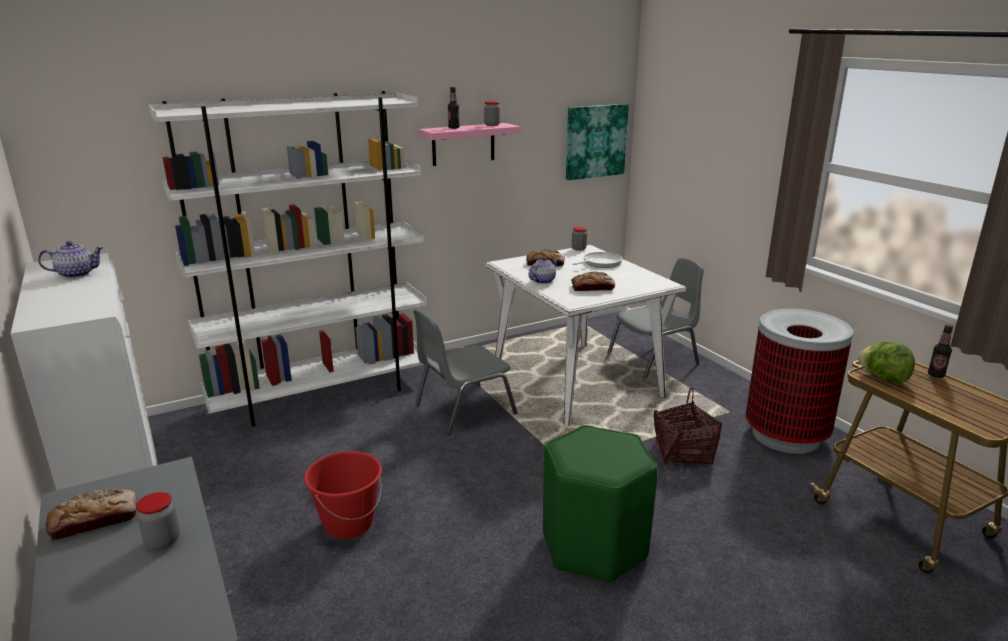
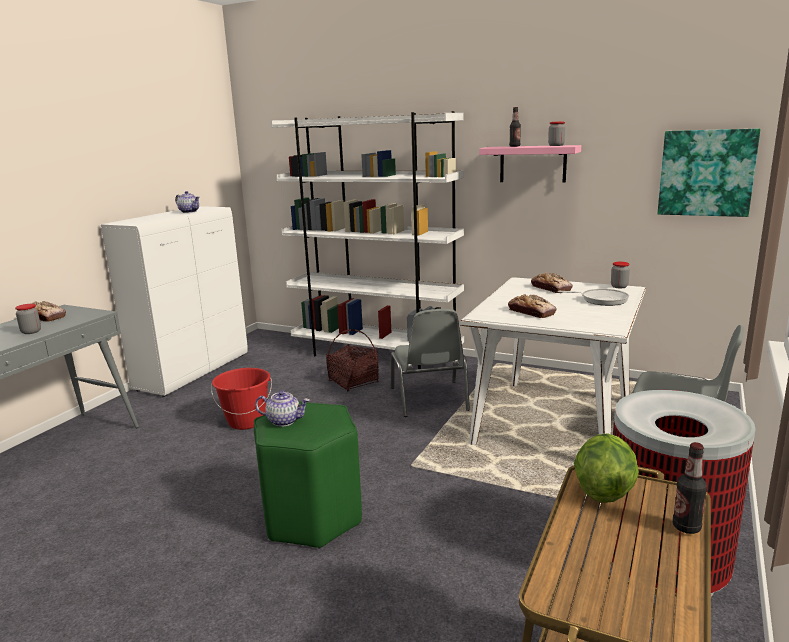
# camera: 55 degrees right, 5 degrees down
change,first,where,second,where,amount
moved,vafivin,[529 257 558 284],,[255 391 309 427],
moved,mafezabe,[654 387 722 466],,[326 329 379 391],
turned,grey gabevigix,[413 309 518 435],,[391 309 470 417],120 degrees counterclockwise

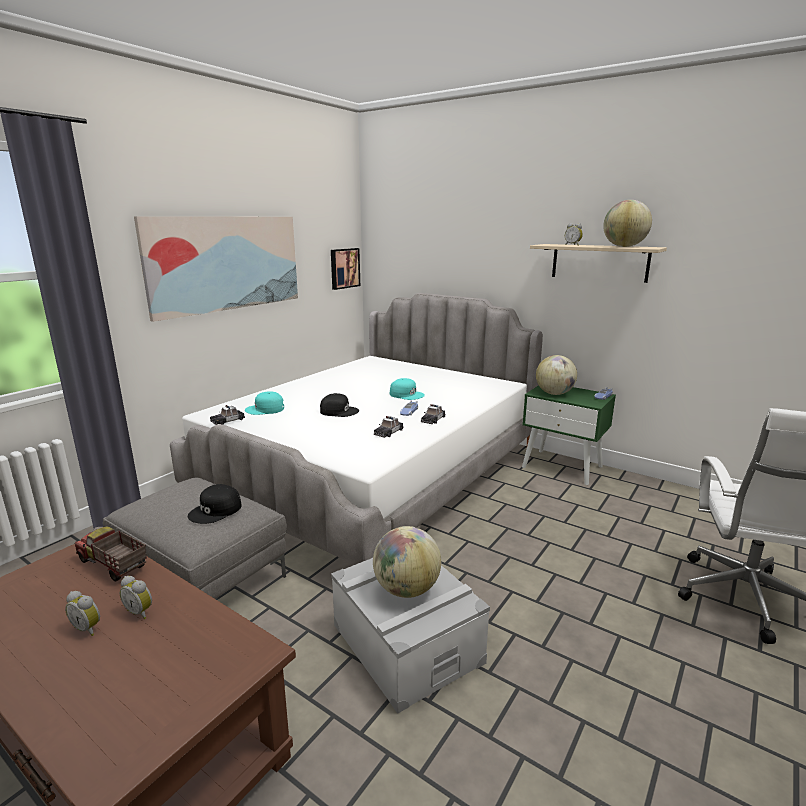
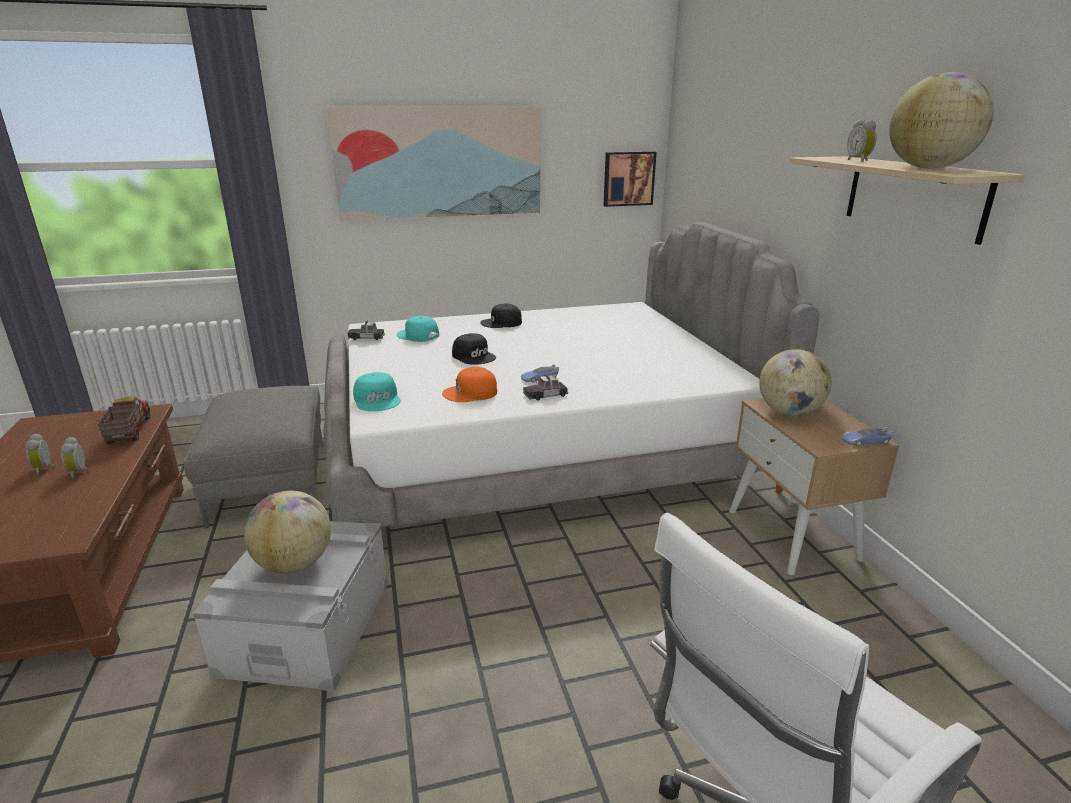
# camera: 40 degrees right, 5 degrees up
change,first,where,second,where,amount
moved,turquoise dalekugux,[390 378 425 400],,[353 372 401 411],
replaced,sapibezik,[374 416 403 438],orange dalekugux,[442 367 497 402],
moved,black dalekugux,[188 484 242 524],,[480 303 522 328],
recoloured,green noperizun,[522 385 616 485],beige noperizun,[729 398 900 575],

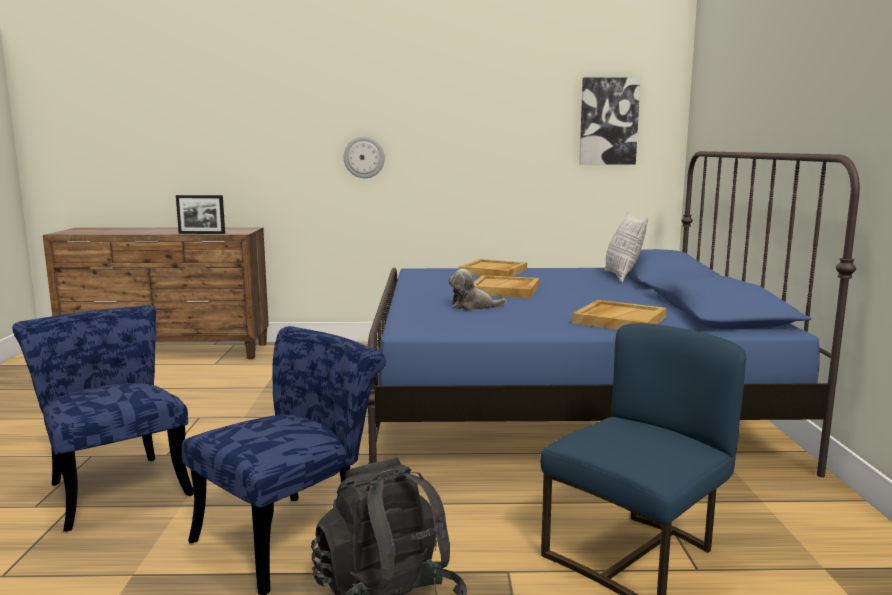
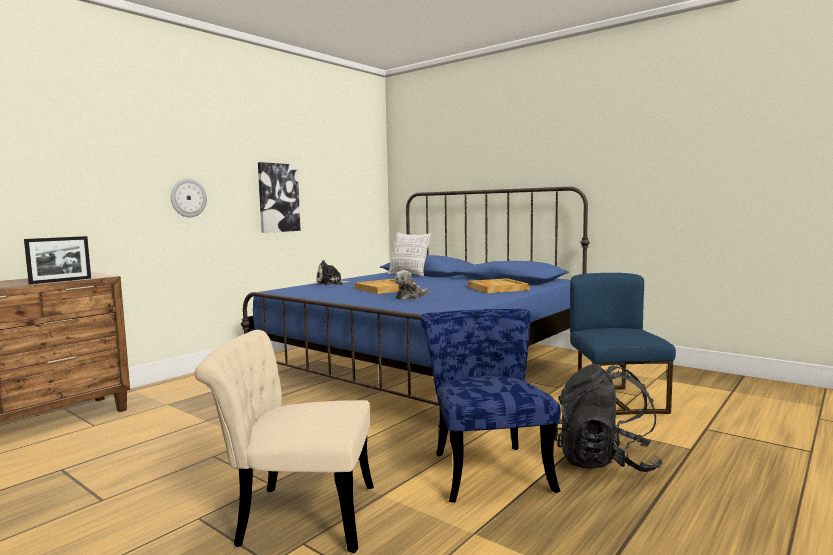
# camera: 50 degrees left, 5 degrees down
change,first,where,second,where,amount
recoloured,blue gabevigix,[12 305 194 532],beige gabevigix,[195 330 374 553],
moved,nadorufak,[579 77 640 164],,[258 162 301 233],
replaced,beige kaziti,[458 259 527 277],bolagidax,[316 260 351 285],

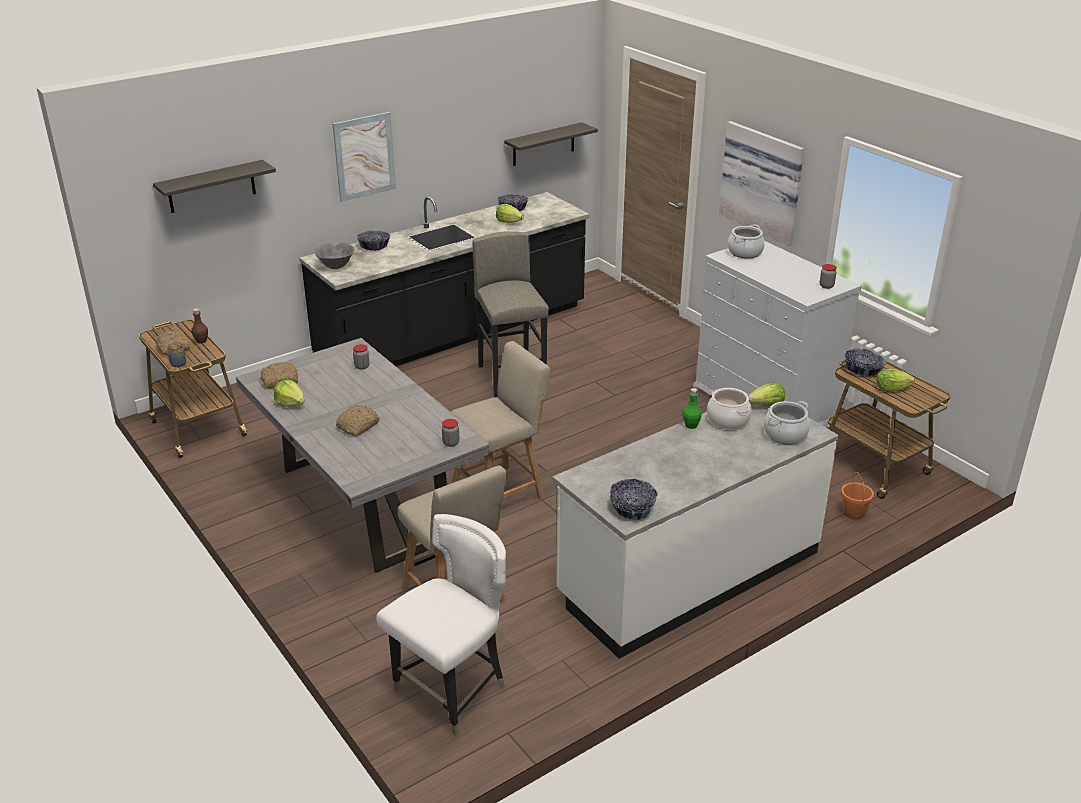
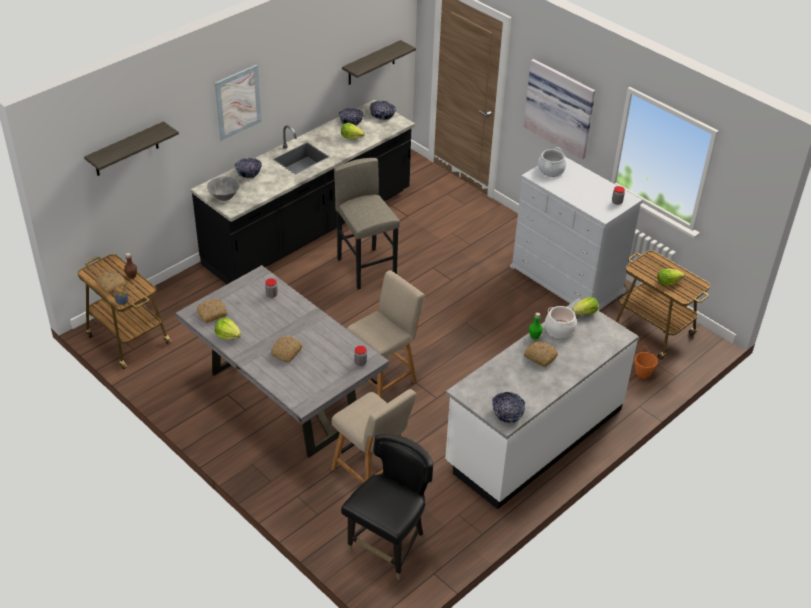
# camera: 10 degrees left, 10 degrees up
change,first,where,second,where,amount
recoloured,white gabevigix,[376 514 506 736],black gabevigix,[341 434 433 580],
moved,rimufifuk,[844 348 886 377],,[369 101 396 120],
added,,,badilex,[524 341 558 367],
removed,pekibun,[764 401 810 445],,,

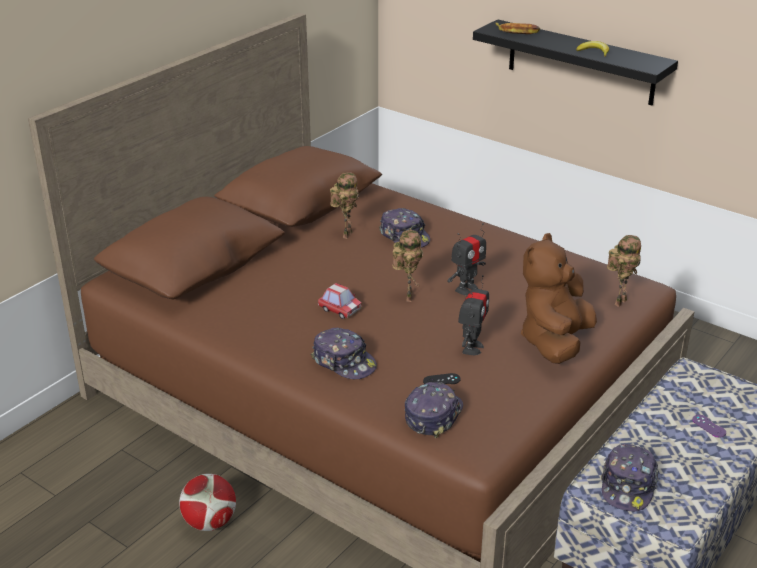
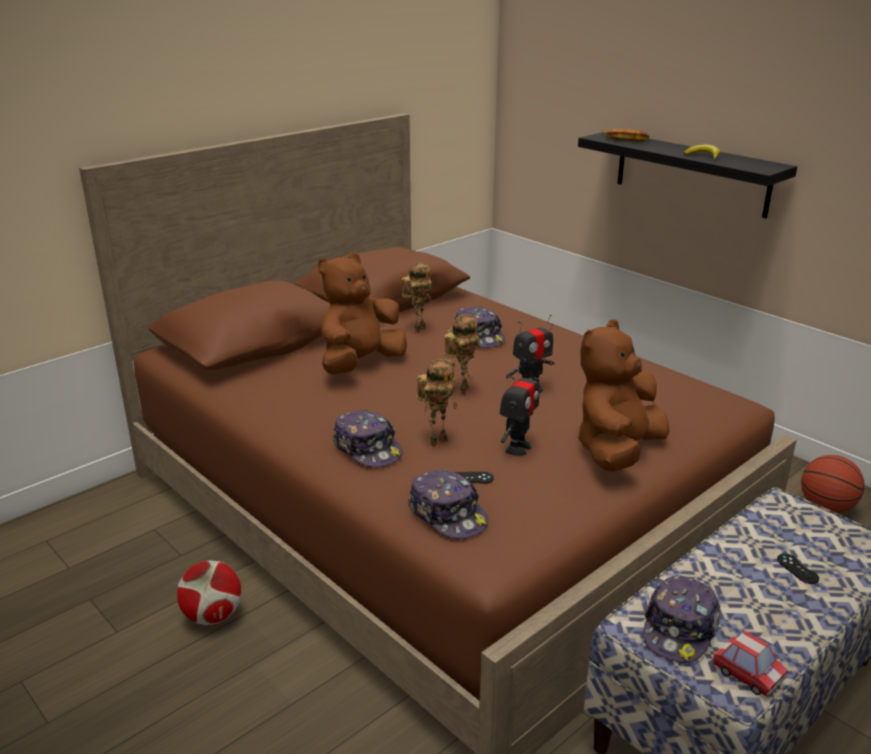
# camera: 10 degrees right, 5 degrees down
change,first,where,second,where,amount
added,,,brown bolagidax,[318 252 407 375],
turned,dalekugux,[404 382 463 438],,[408 469 488 539],105 degrees clockwise
moved,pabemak,[607 235 641 307],,[417 359 458 447],
moved,sapibezik,[318 283 362 319],,[712 631 787 697],
recoloured,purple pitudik,[692 415 726 437],black pitudik,[777 554 819 584],
added,,,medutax,[801 455 865 513],

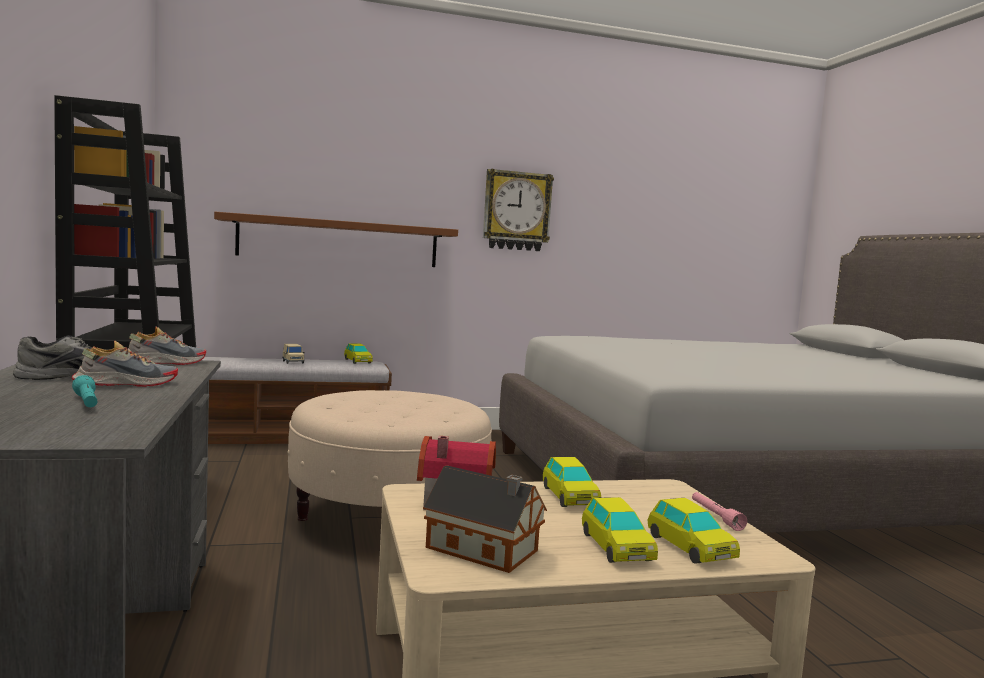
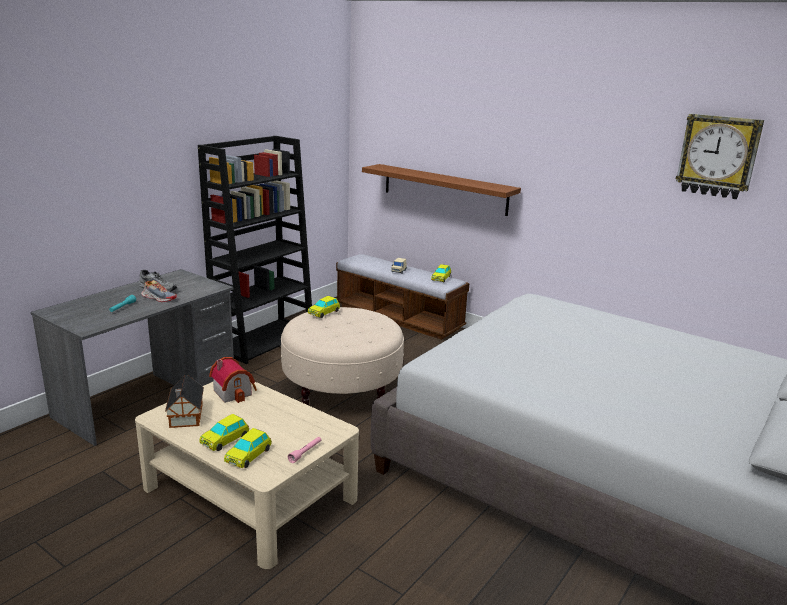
# camera: 50 degrees right, 15 degrees up
change,first,where,second,where,amount
moved,sapibezik,[543 457 601 507],,[308 296 340 318],
moved,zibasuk,[483 169 554 251],,[676 113 764 199],
removed,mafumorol,[128 327 206 365],,,

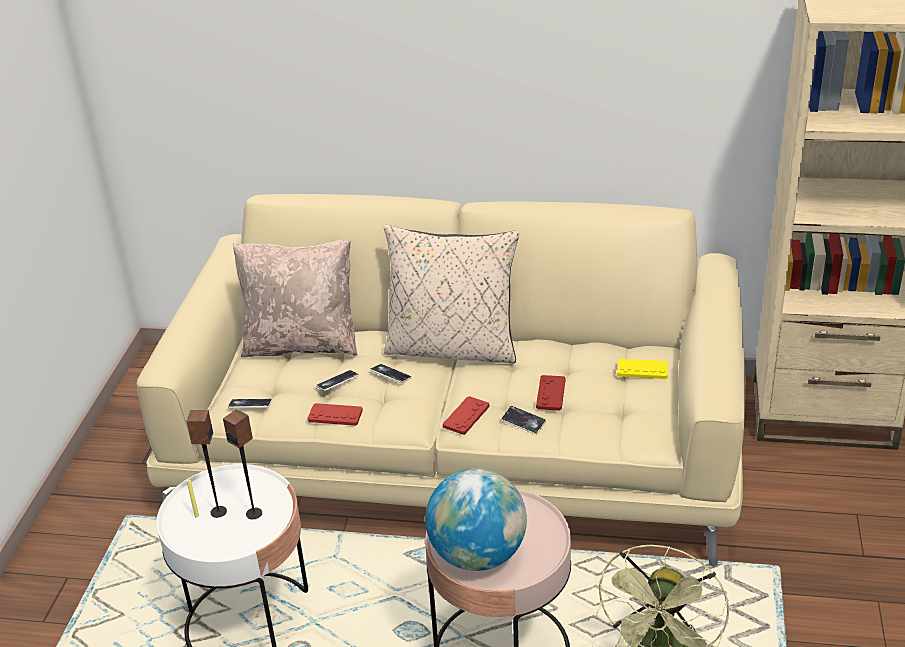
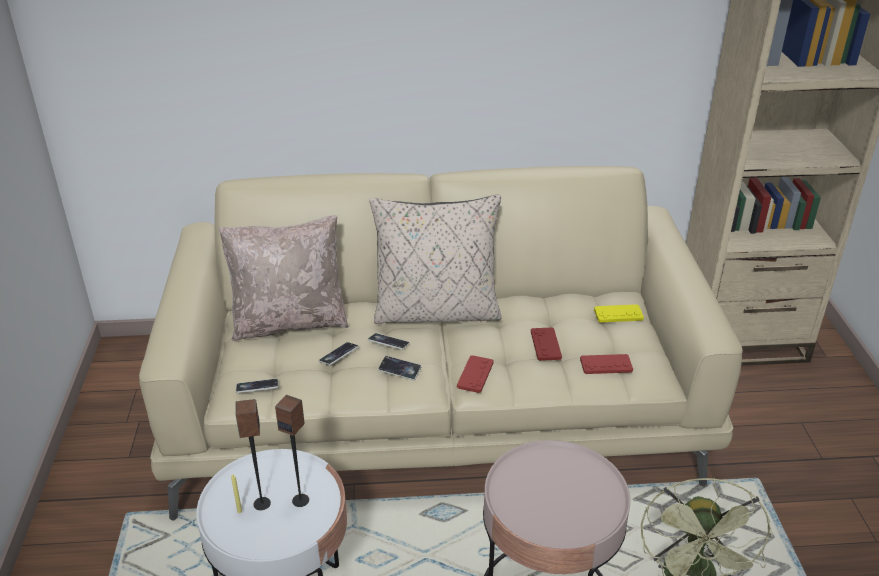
# camera: 15 degrees left, 0 degrees up
change,first,where,second,where,amount
moved,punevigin,[501 406 546 434],,[378 356 422 380],
moved,red pitudik,[307 403 363 426],,[580 354 633 374],
removed,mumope,[425 468 527 571],,,

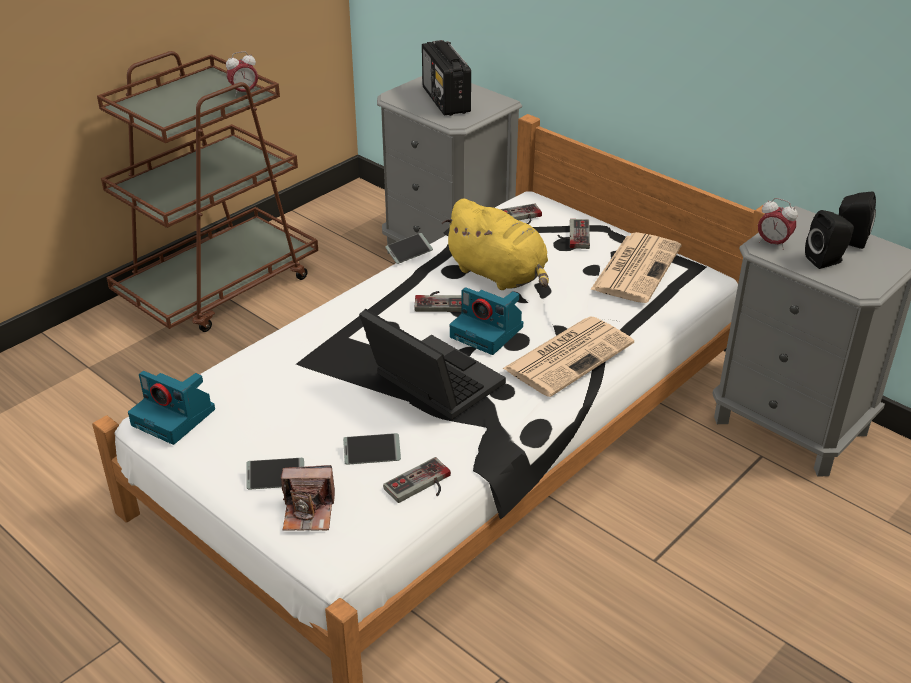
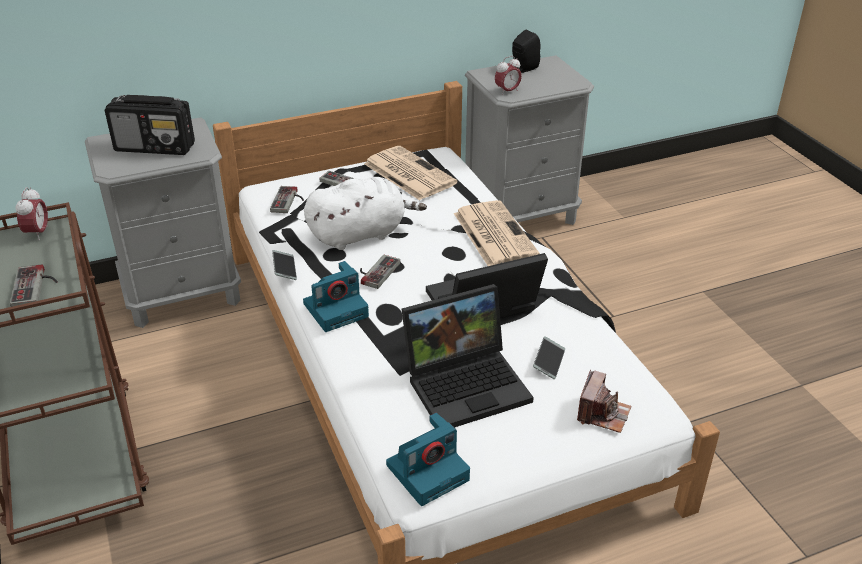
# camera: 65 degrees left, 0 degrees up
change,first,where,second,where,amount
moved,pitudik,[383 457 451 503],,[10 264 58 307],
moved,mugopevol,[450 287 523 355],,[303 261 369 332],
recoloured,yellow bolagidax,[442 199 549 290],white bolagidax,[304 177 427 250],
added,,,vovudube,[402 284 534 427],
removed,punevigin,[246 458 304 490],,,
removed,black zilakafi,[805 210 854 269],,,

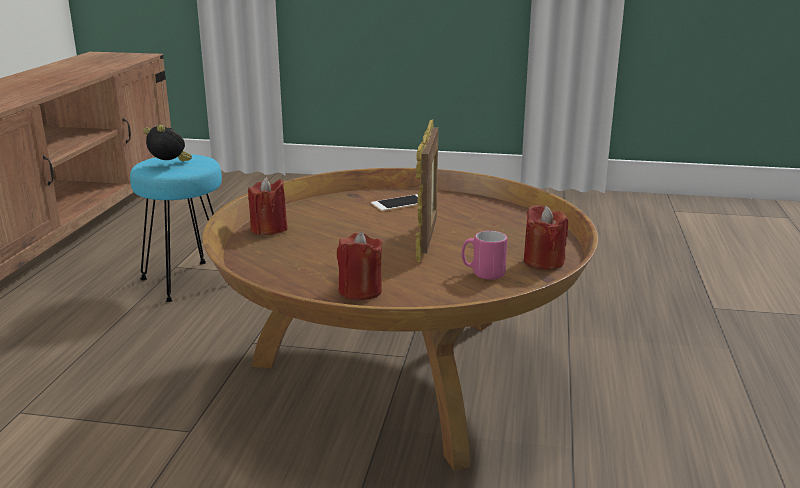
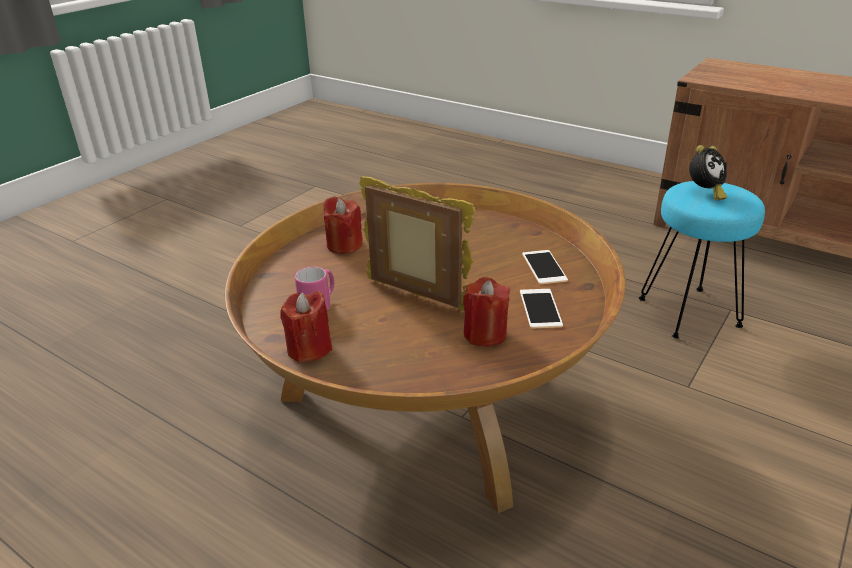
# camera: 115 degrees right, 10 degrees up
change,first,where,second,where,amount
moved,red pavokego,[248 177 288 235],,[463 277 510 347],
added,,,punevigin,[522 250 568 284],

